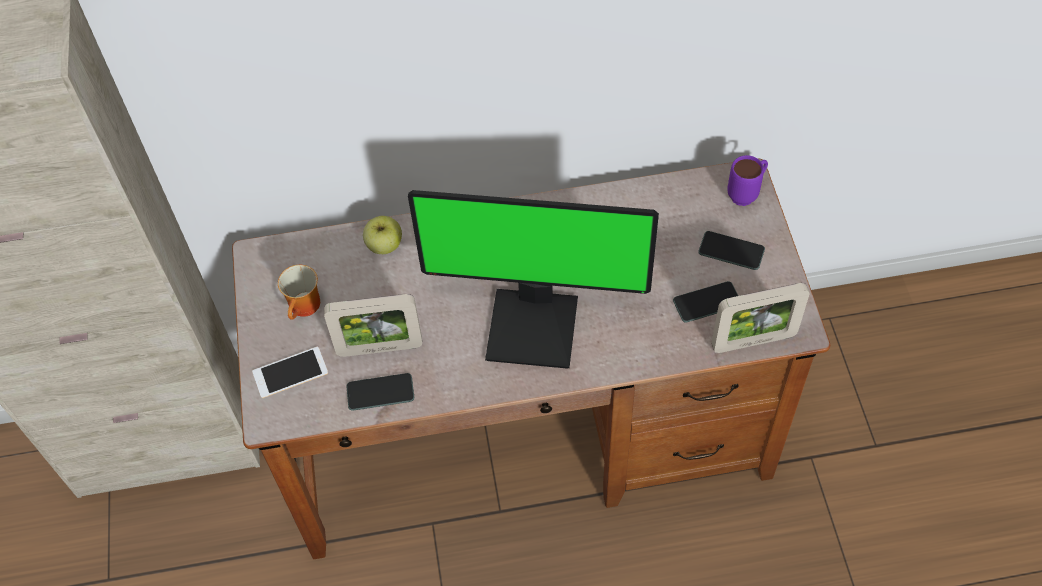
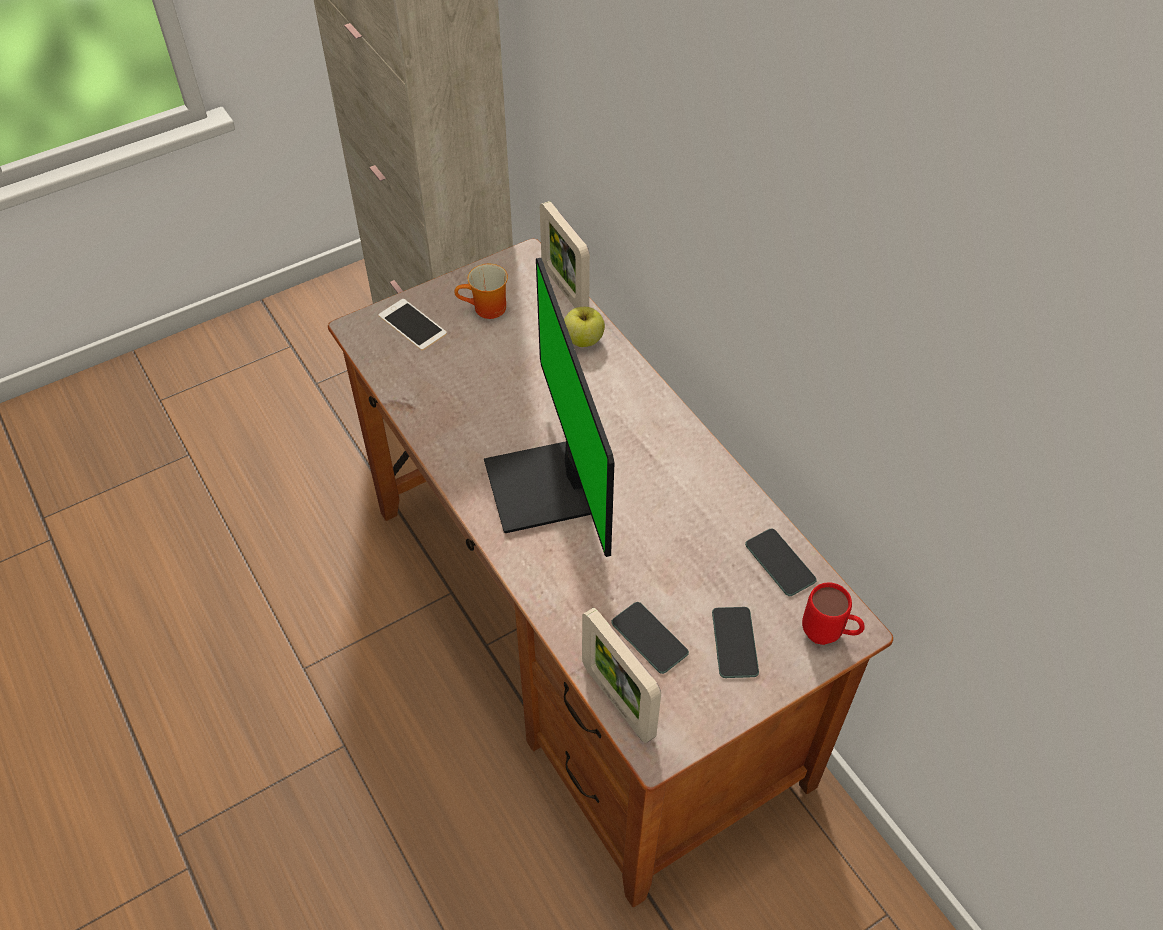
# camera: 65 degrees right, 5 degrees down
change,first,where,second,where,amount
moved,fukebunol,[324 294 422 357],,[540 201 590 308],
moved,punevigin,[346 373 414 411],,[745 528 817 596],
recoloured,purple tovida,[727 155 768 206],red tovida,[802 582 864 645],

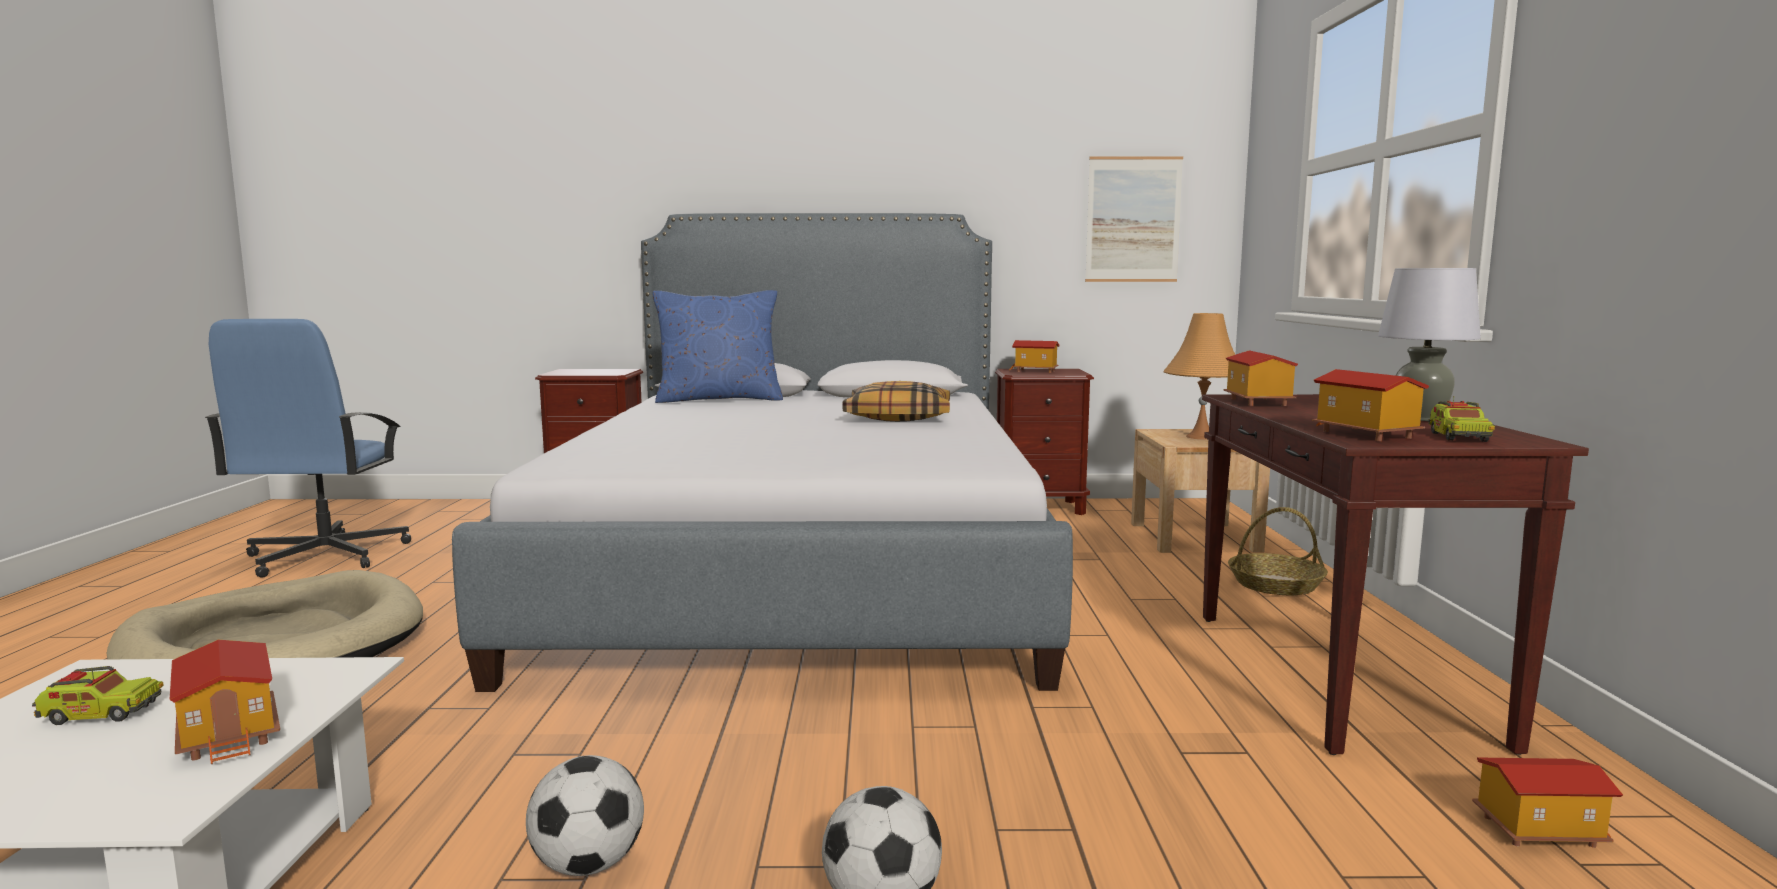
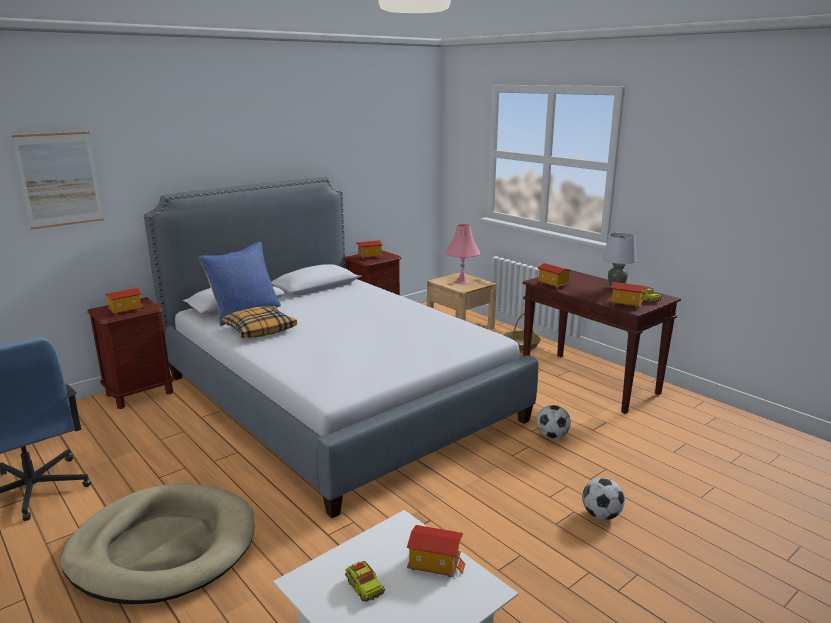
# camera: 40 degrees left, 10 degrees up
change,first,where,second,where,amount
moved,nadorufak,[1085 156 1183 282],,[11 131 104 229],
moved,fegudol,[1472 757 1623 848],,[105 288 145 315],
moved,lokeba,[842 381 950 422],,[222 306 297 338],
turned,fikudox,[32 666 163 725],,[345 561 385 602],105 degrees clockwise
recoloured,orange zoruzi,[1163 313 1236 440],pink zoruzi,[446 224 480 284],
moved,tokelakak,[526 755 644 876],,[537 405 571 439],

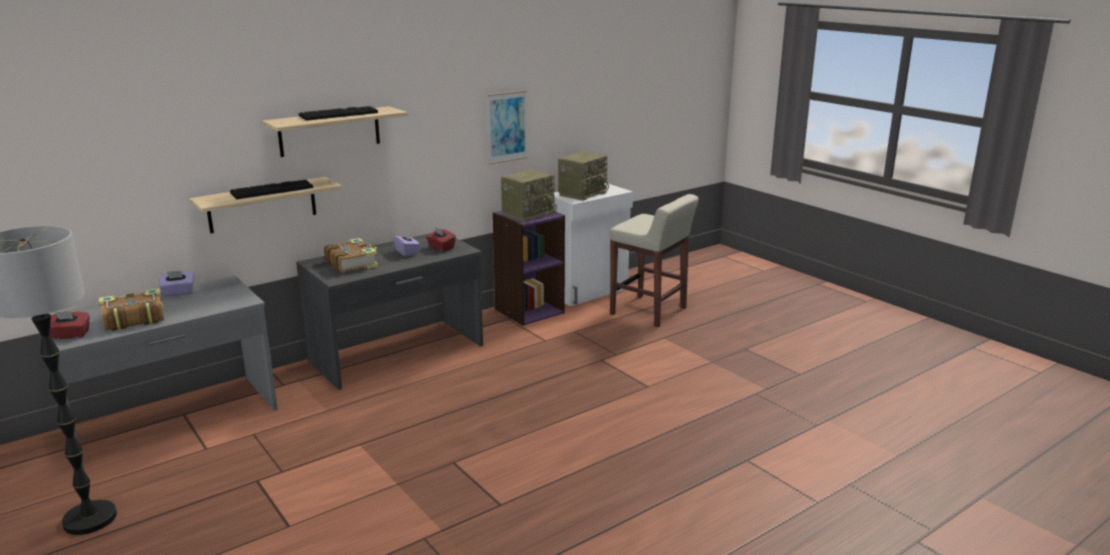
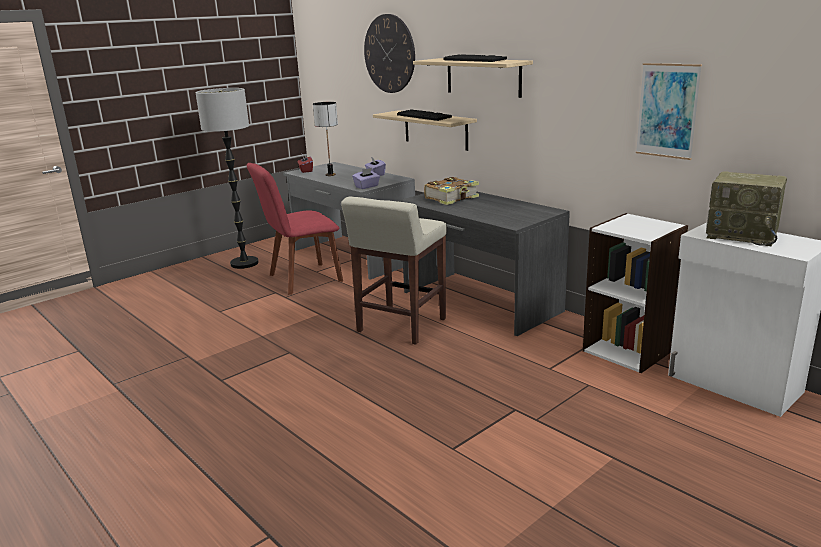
# camera: 85 degrees right, 0 degrees up
change,first,where,second,where,amount
added,,,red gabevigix,[247 163 343 295],
replaced,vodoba,[99 288 164 331],zoruzi,[313 102 338 176],
moved,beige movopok,[609 194 699 327],,[341 197 447 345],
moved,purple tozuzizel,[393 230 420 257],,[352 168 380 189],
added,,,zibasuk,[364 14 415 93],
recoloured,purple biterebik,[492 211 565 326],white biterebik,[583 213 688 373],
removed,red tozuzizel,[426 227 456 252],,,
removed,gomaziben,[501 170 557 222],,,

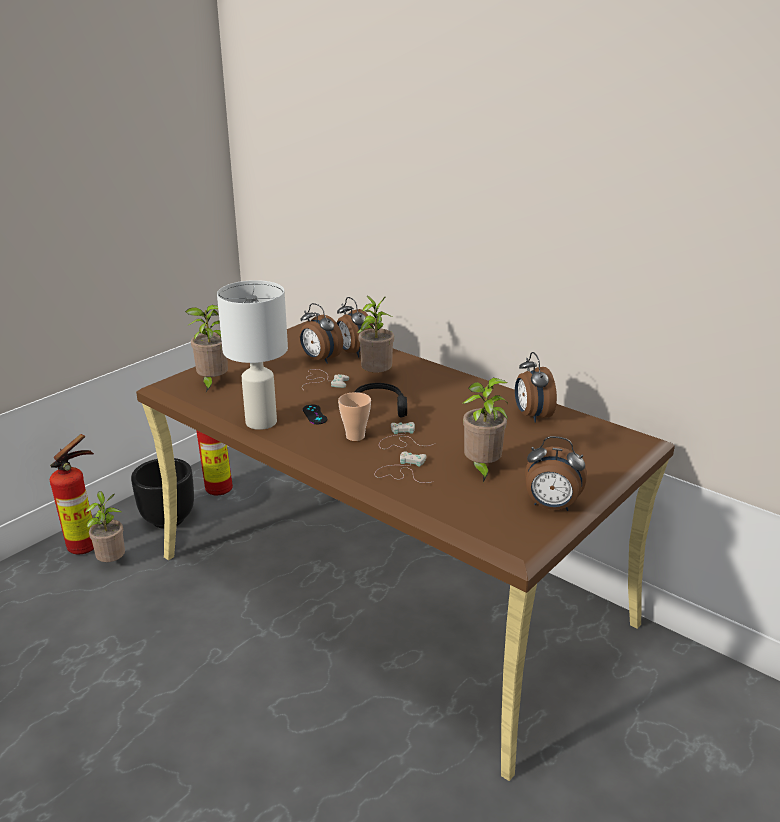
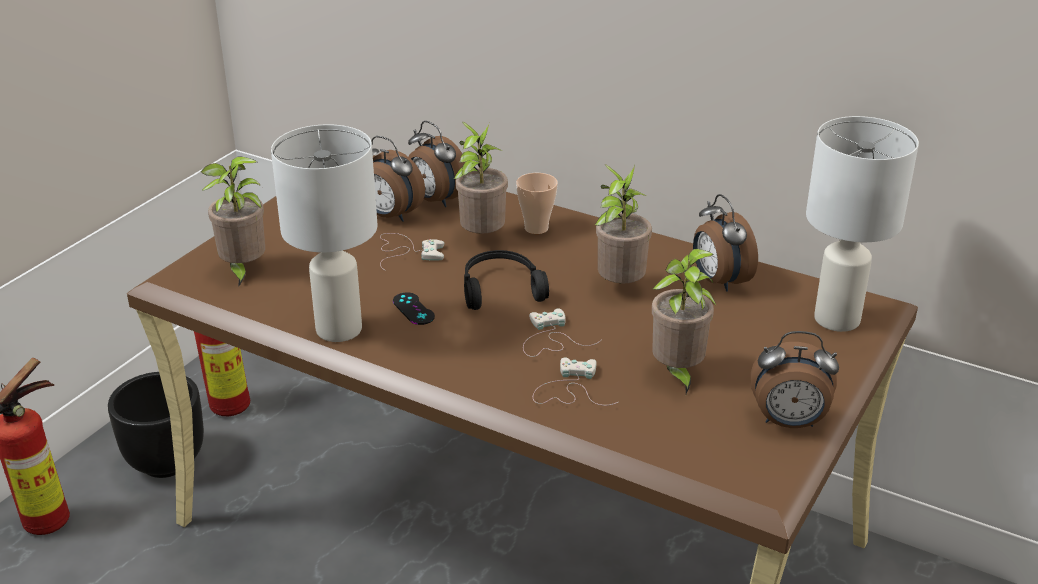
# camera: 10 degrees left, 5 degrees up
change,first,where,second,where,amount
moved,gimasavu,[338 392 371 441],,[516 173 558 234],
moved,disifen,[85 491 125 562],,[595 164 652 283],
added,,,white zoruzi,[806 116 919 332],

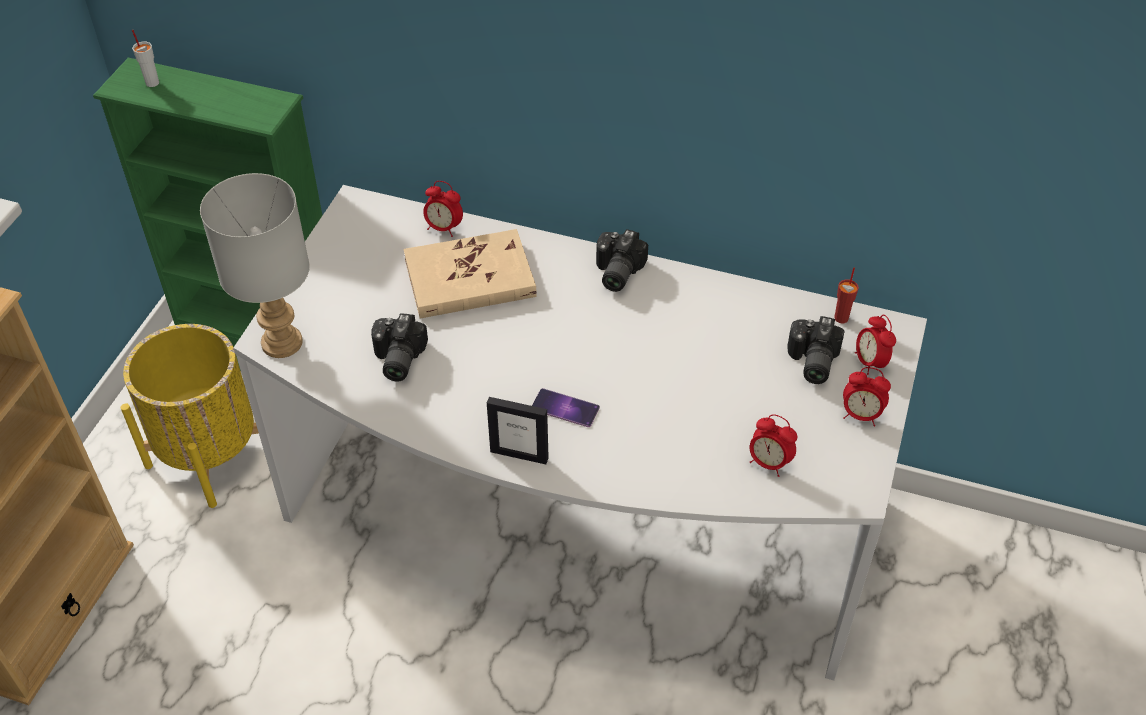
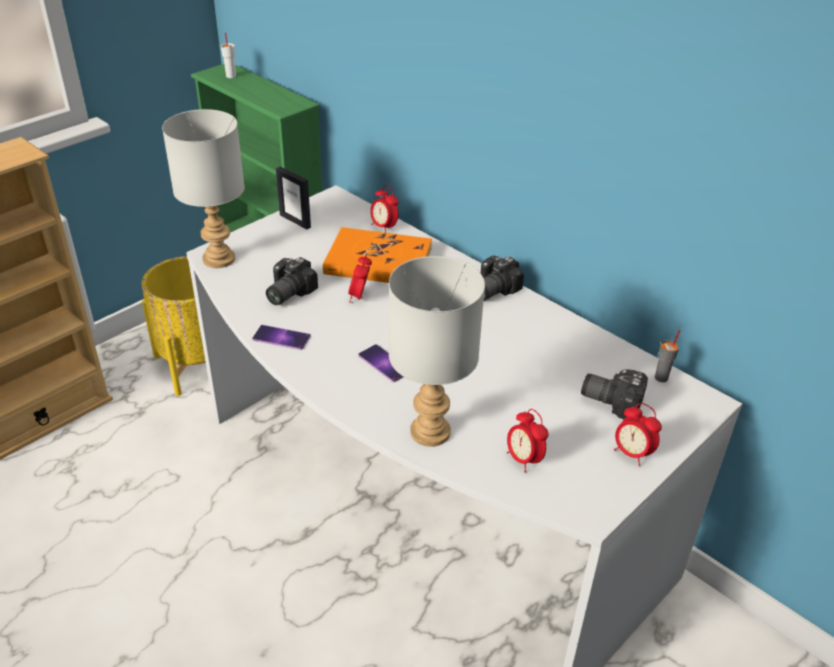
# camera: 25 degrees right, 10 degrees down
change,first,where,second,where,amount
added,,,punevigin,[252 325 310 350],
moved,fukebunol,[487 397 549 464],,[276 167 311 229],
recoloured,beige vodoba,[403 229 537 319],orange vodoba,[323 227 432 283],
moved,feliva,[855 315 896 375],,[348 254 372 303],
added,,,grey zoruzi,[389 256 485 447],
turned,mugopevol,[787 316 844 384],,[581 370 648 419],75 degrees clockwise
recoloured,red gimasavu,[834 267 859 323],grey gimasavu,[655 330 680 382],

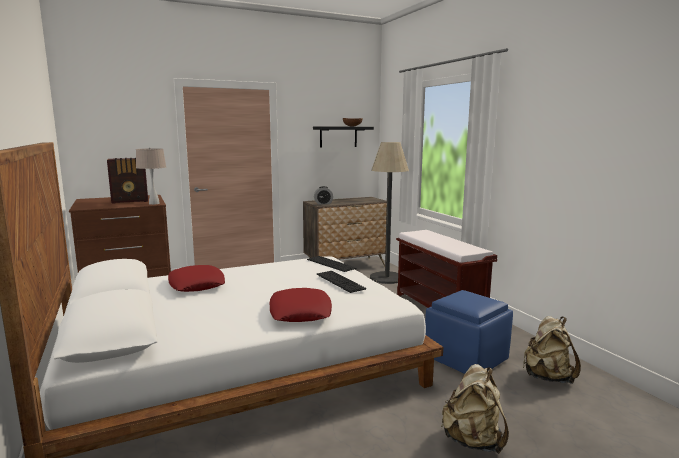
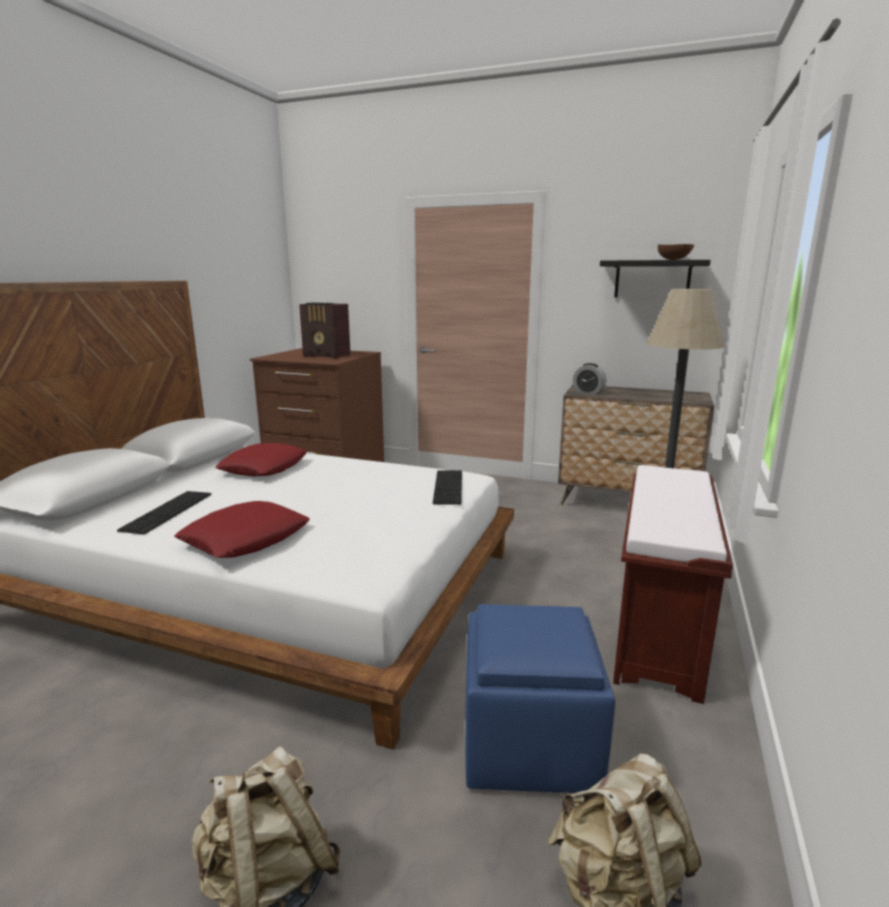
# camera: 45 degrees right, 5 degrees up
change,first,where,second,where,amount
moved,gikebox,[317 271 366 293],,[117 491 212 535],
removed,beige zoruzi,[136 147 166 205],,,

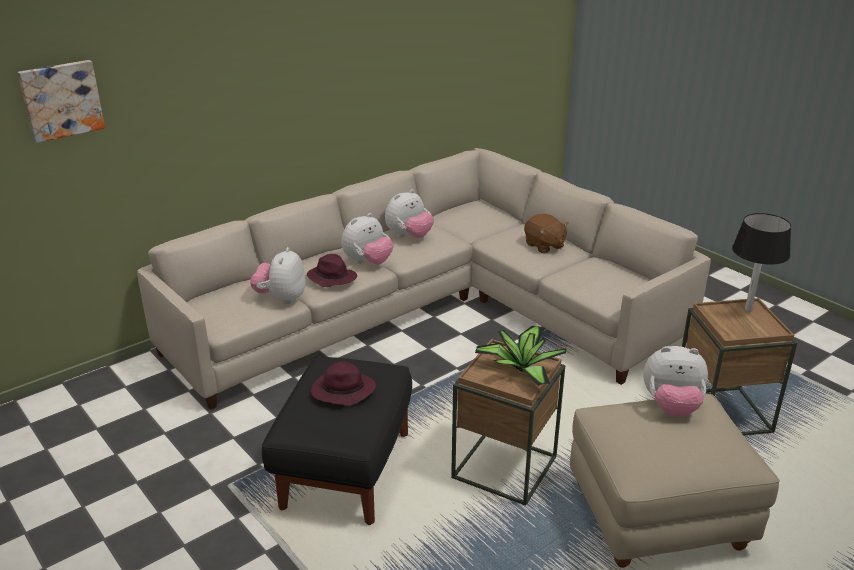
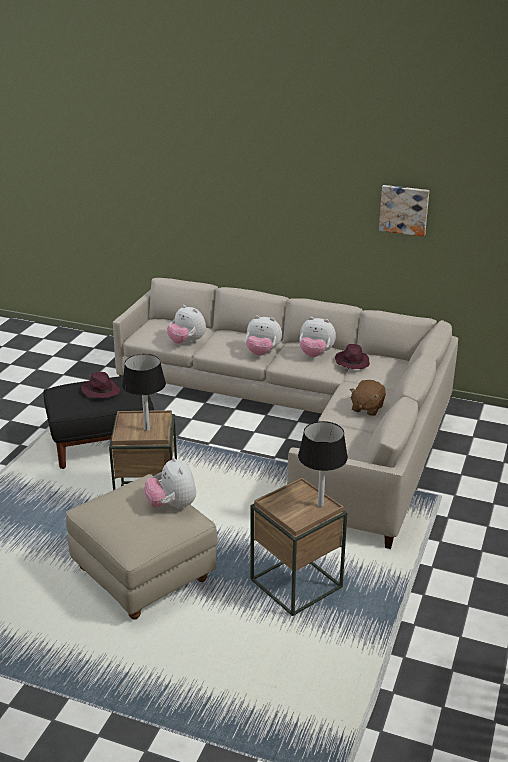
# camera: 60 degrees right, 0 degrees up
change,first,where,second,where,amount
replaced,disifen,[475 326 567 386],black zoruzi,[122 354 166 431],
turned,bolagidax,[250 247 306 304],,[167 305 206 344],120 degrees counterclockwise
moved,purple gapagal,[307 254 357 287],,[335 344 370 369],
moved,nadorufak,[18 60 105 143],,[379 185 429 237],

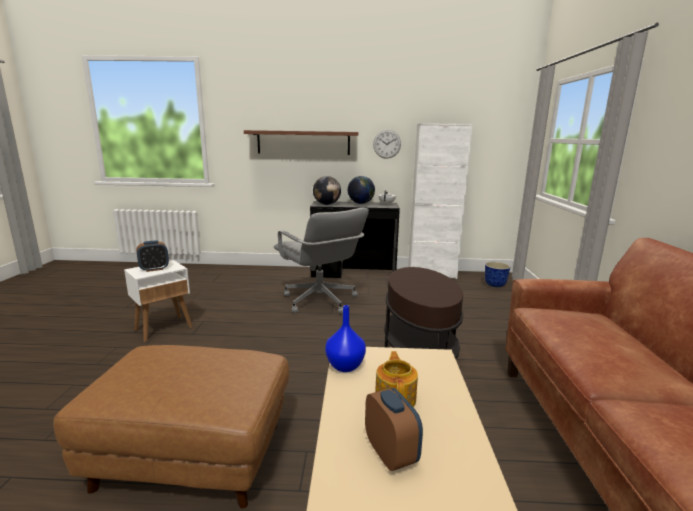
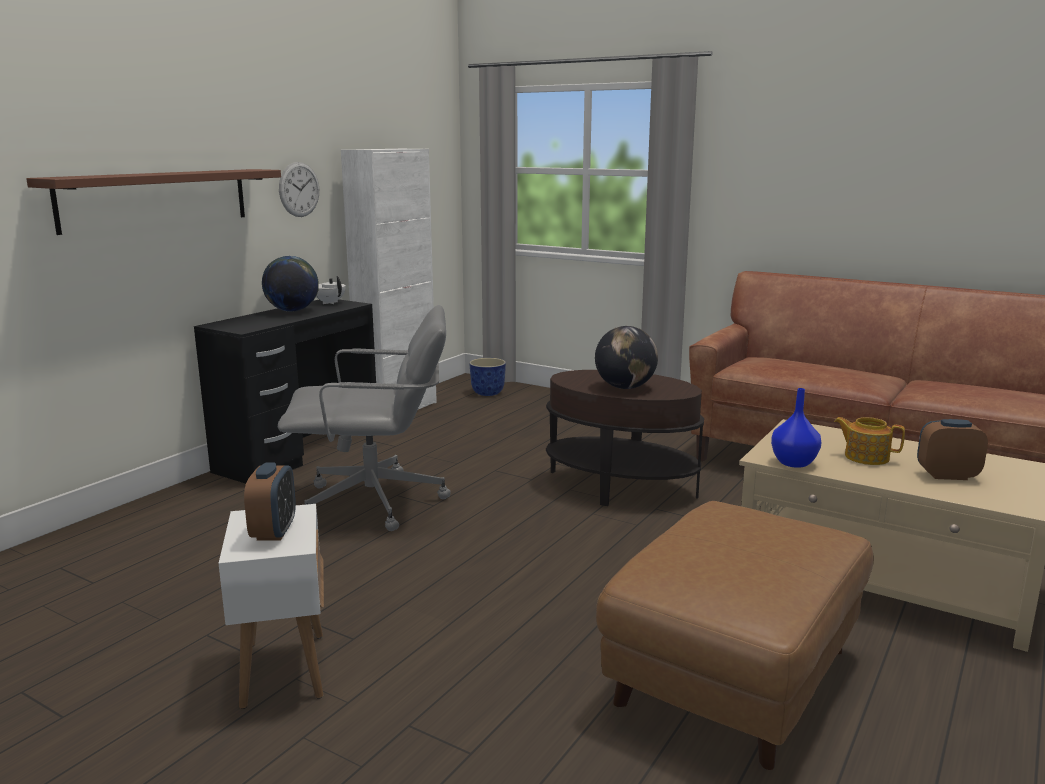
# camera: 60 degrees left, 0 degrees up
change,first,where,second,where,amount
moved,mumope,[313 176 341 205],,[595 326 658 389],

